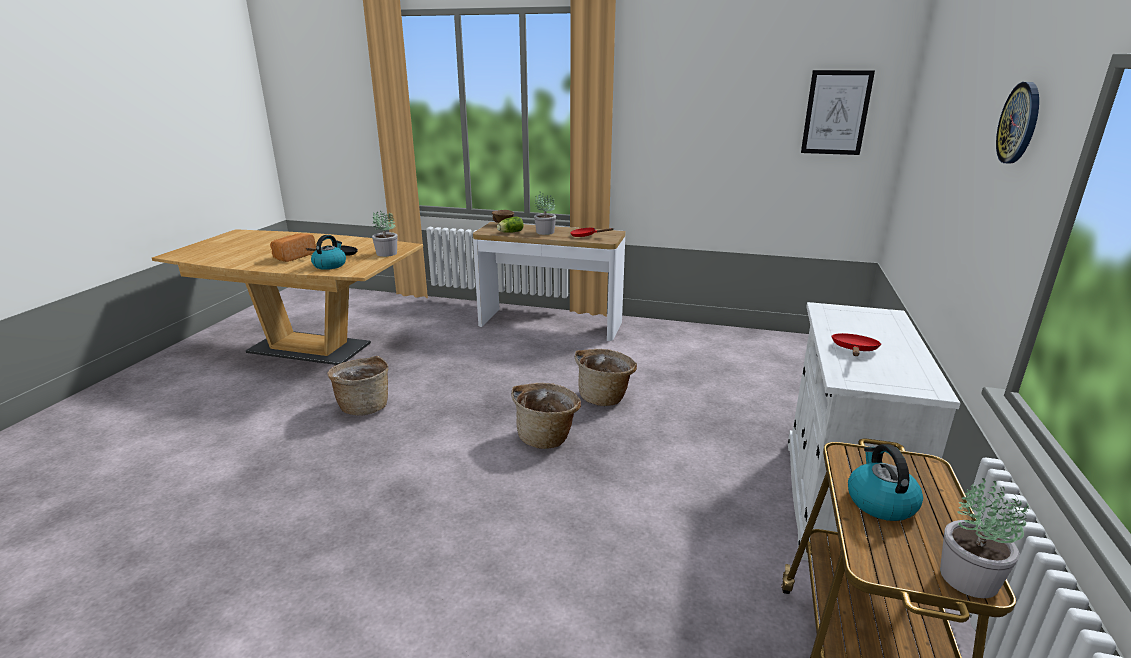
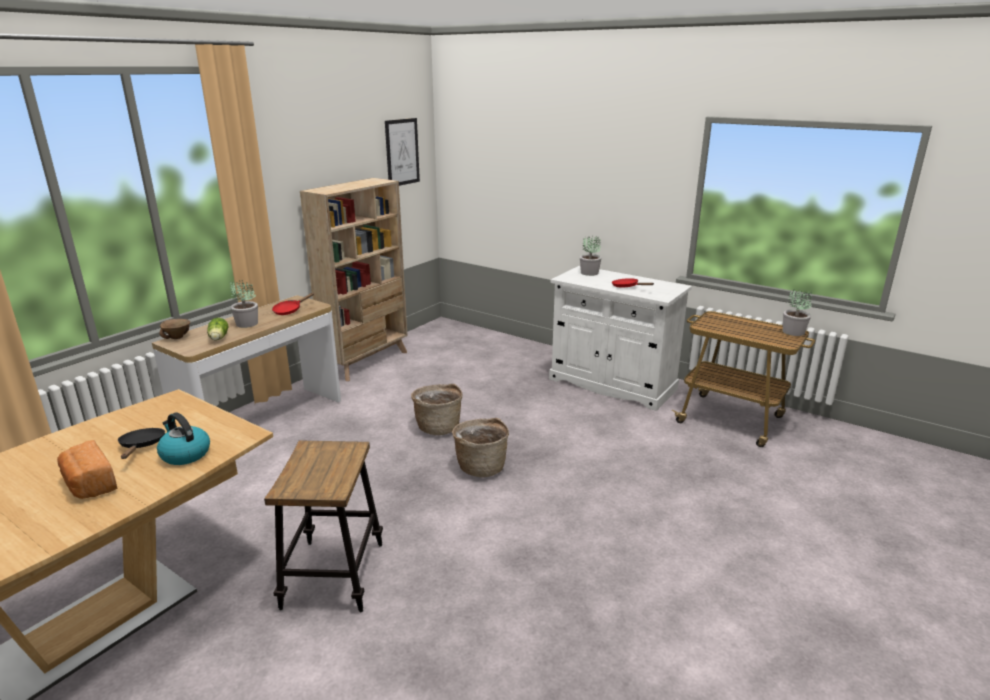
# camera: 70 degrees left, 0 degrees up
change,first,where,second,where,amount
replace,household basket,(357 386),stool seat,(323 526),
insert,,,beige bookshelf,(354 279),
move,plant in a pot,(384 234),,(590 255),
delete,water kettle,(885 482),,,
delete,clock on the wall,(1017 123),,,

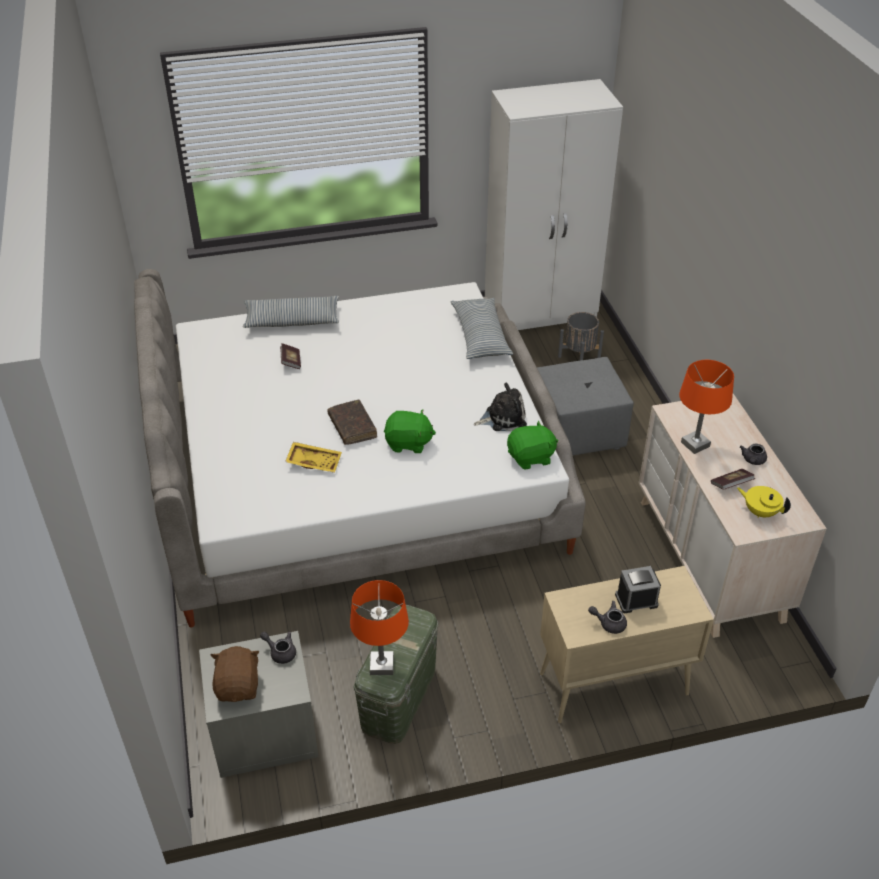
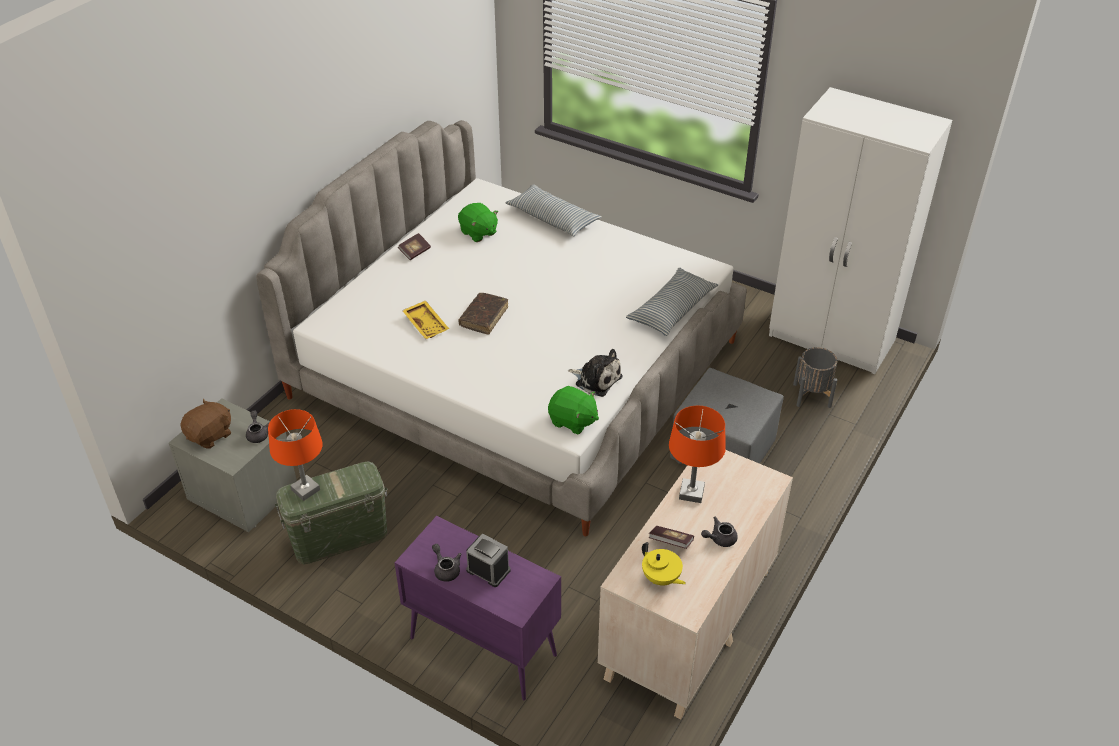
# camera: 45 degrees right, 0 degrees up
change,first,where,second,where,amount
recolor,beige cabinet,(627 644),purple-coloured cabinet,(477 608),
move,volume,(290 356),,(414 246),
move,greenish cuddly toy,(410 431),,(478 222),
rotate,yellow-coloured tea pot,(764 502),,(664 564),150 degrees clockwise

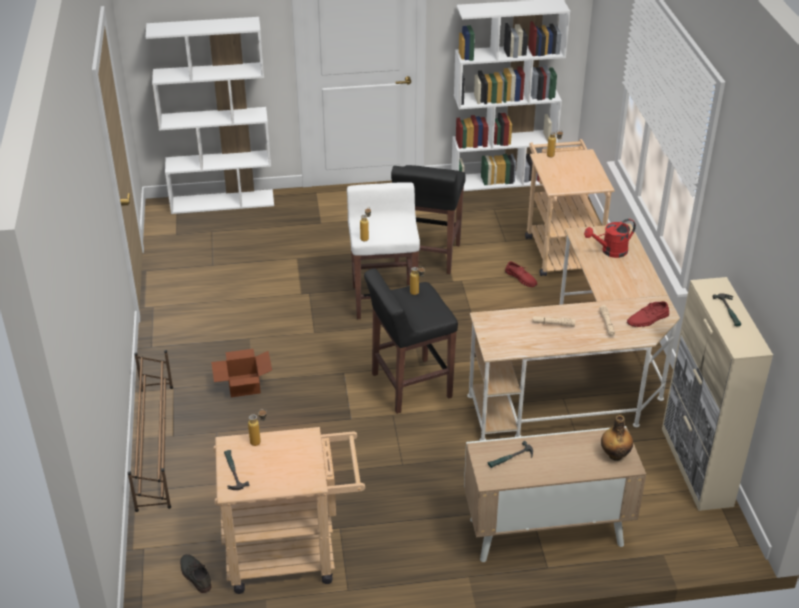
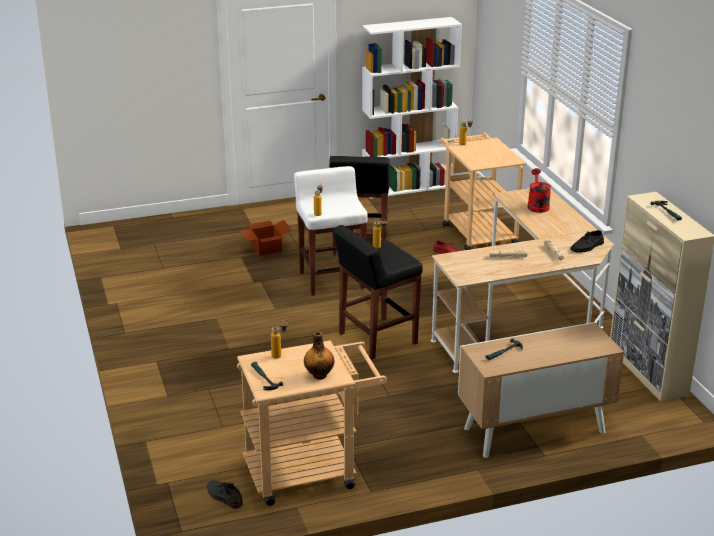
# camera: 10 degrees left, 10 degrees down
change,first,where,second,where,amount
move,cardboard box,(241 373),,(266 238),
move,beverage bottle,(617 438),,(319 355),
rotate,red-coloured watering can,(610 238),,(539 190),120 degrees clockwise
recolor,red-coloured shoe,(648 314),black-coloured shoe,(587 241),
delete,brown shoe rack,(150 431),,,
delete,whitish bookshelf,(210 115),,,

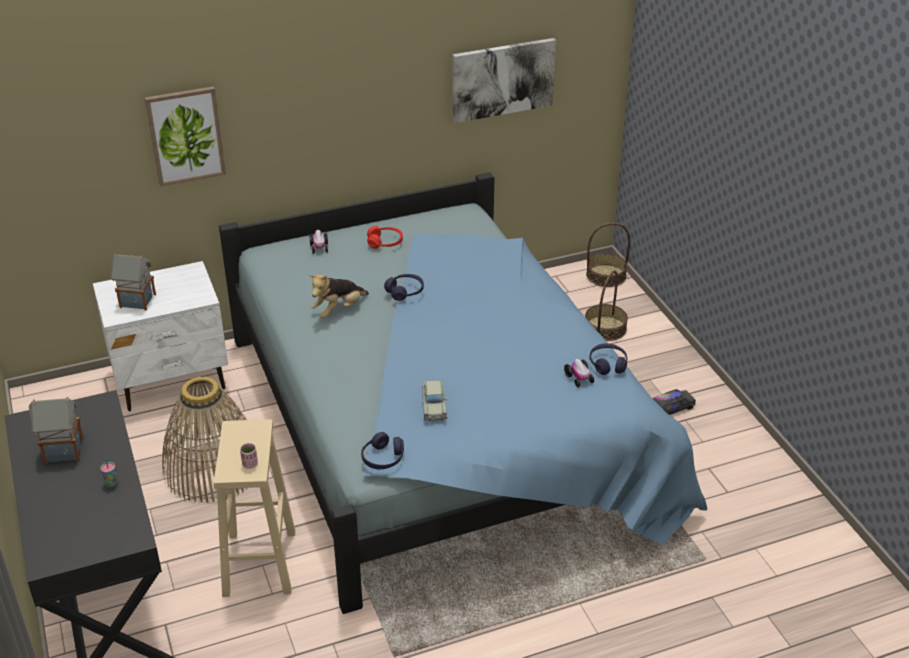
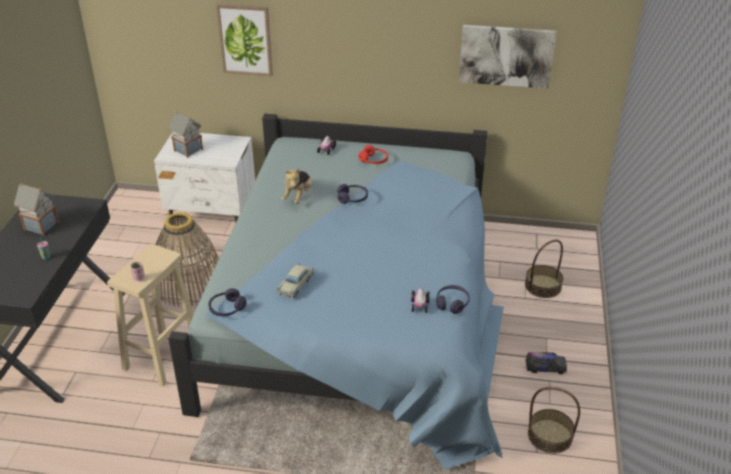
# camera: 30 degrees right, 0 degrees up
change,first,where,second,where,amount
rotate,cuddly toy,(339 296),,(296 186),60 degrees counterclockwise
move,household basket,(608 255),,(554 420),

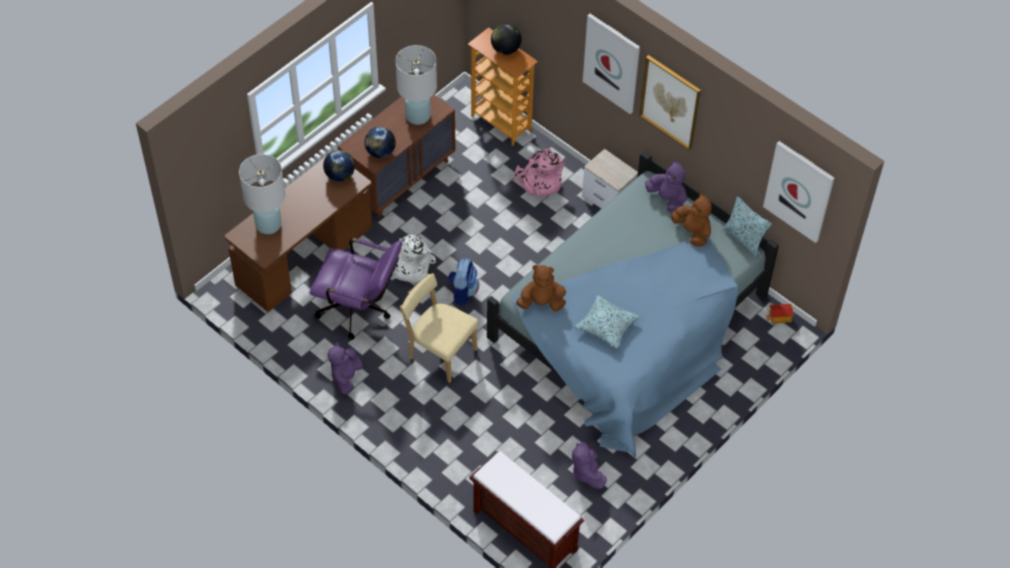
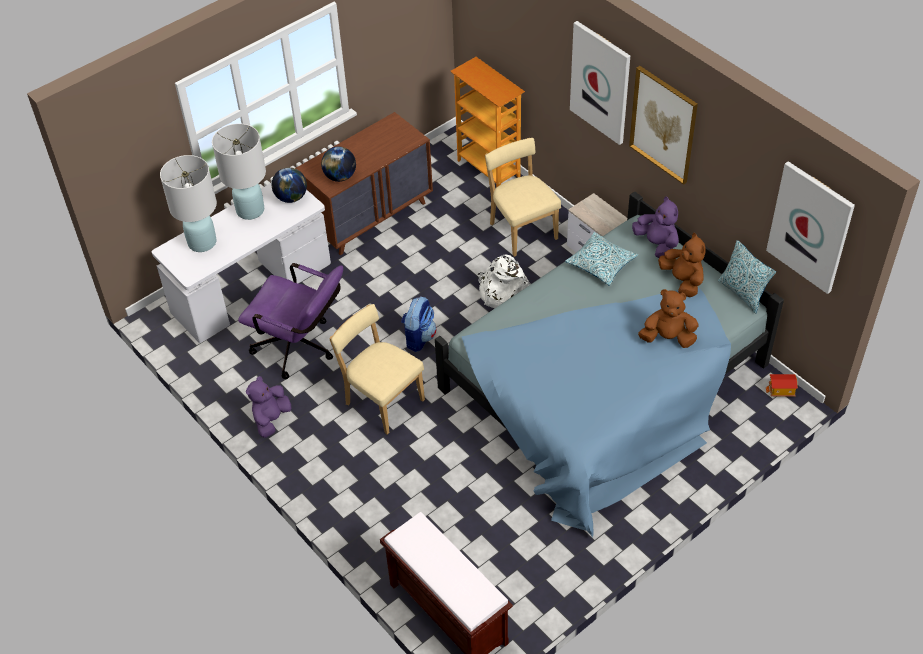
# camera: 10 degrees right, 5 degrees down
change,first,where,second,where,amount
recolor,brown desk table,(298 234),whitish desk table,(241 263),
move,whitish table lamp,(416 85),,(239 171),
move,whitish knapsack,(414 258),,(504 281),
replace,pink knapsack,(539 173),beige chair,(523 197),
move,throw pillow,(607 322),,(601 259),
move,brown cuddly toy,(541 288),,(668 318),
delete,desk globe,(506 39),,,
delete,purple-coloured cuddly toy,(589 465),,,

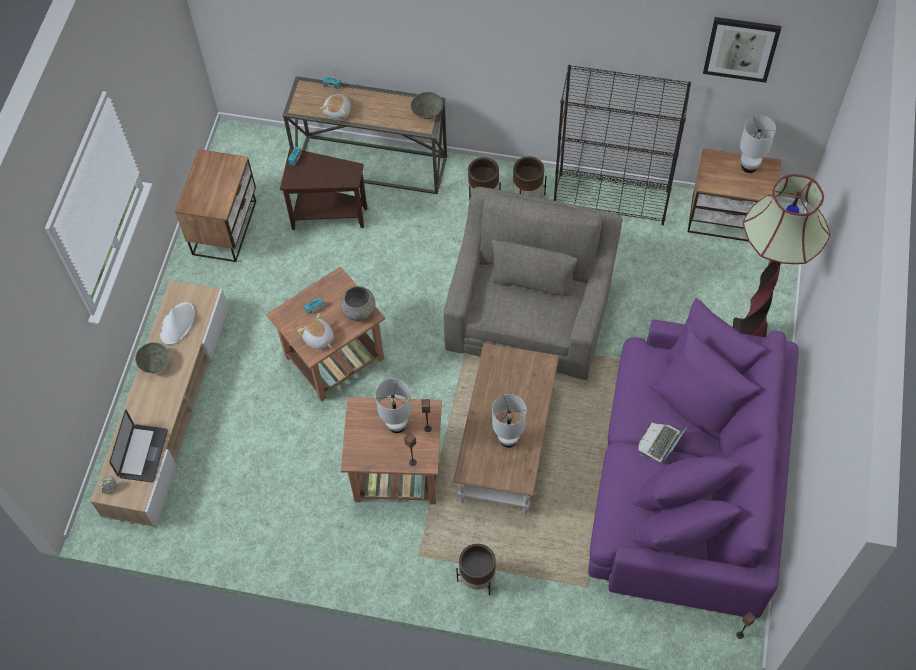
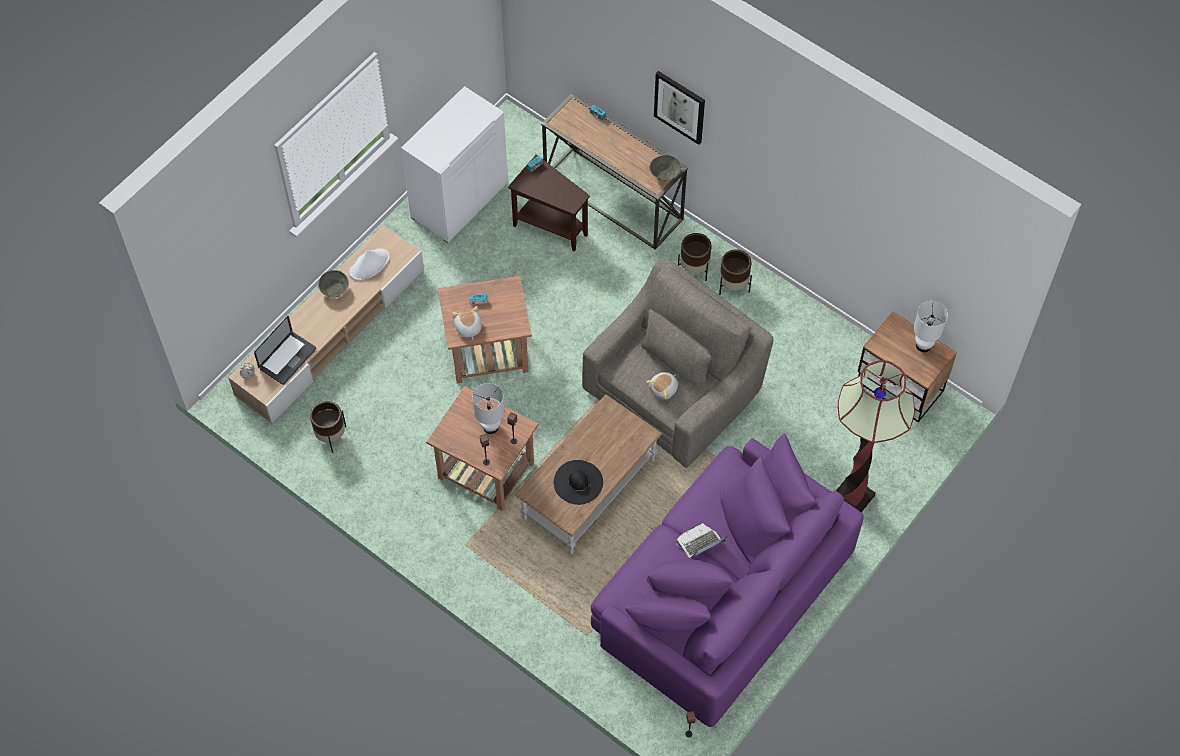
# camera: 25 degrees right, 0 degrees up
change,first,where,second,where,amount
move,brown planter,(476 570),,(328 427),
replace,night table,(215 205),whitish cabinet,(454 164),
replace,whitish table lamp,(509 421),black-coloured hat,(578 482),
move,cuddly toy,(335 107),,(662 386),
move,wall picture,(742 50),,(679 108),
delete,gray deep dish,(358 303),,,
delete,black-coloured bookshelf,(622 145),,,

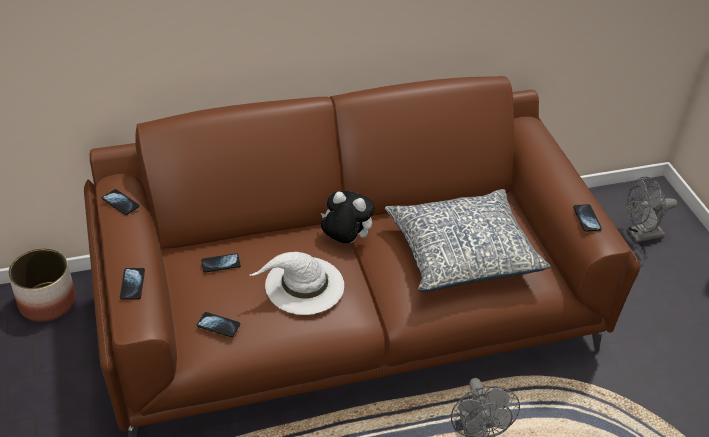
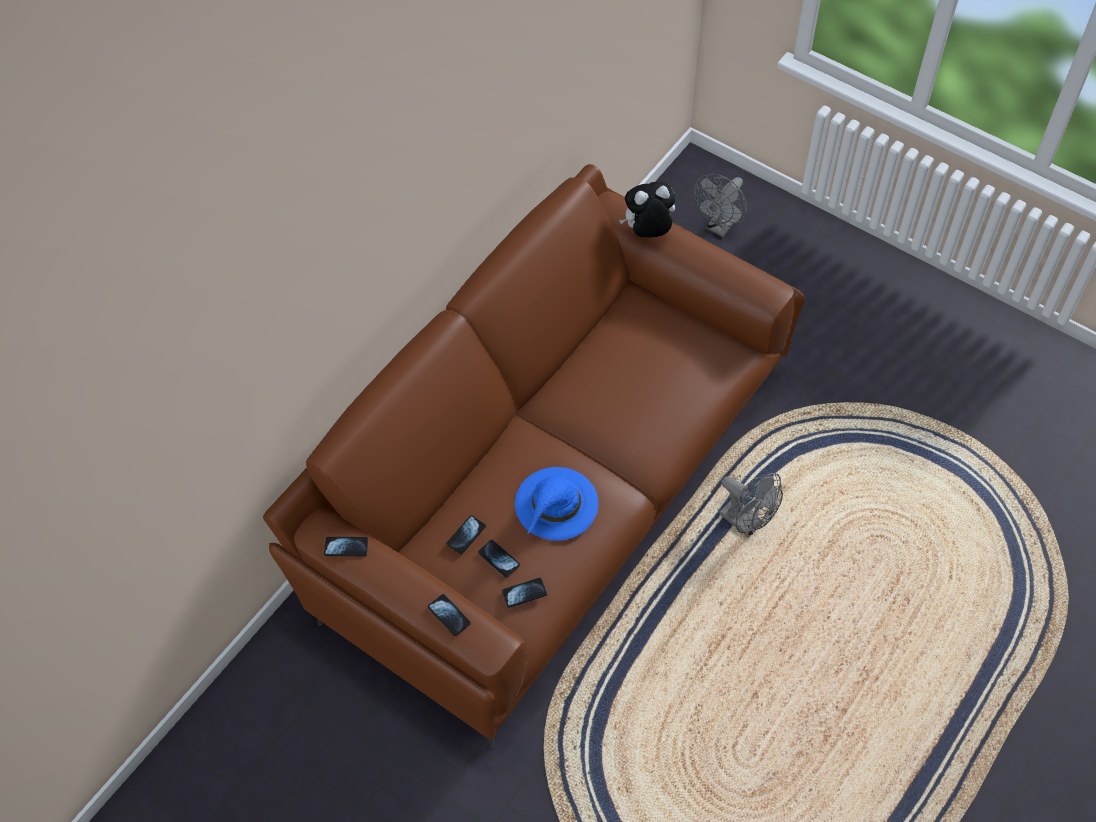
# camera: 35 degrees left, 15 degrees up
change,first,where,second,where,amount
move,telephone,(587 218),,(499 558),
recolor,whitish hat,(297 283),bluish hat,(556 504),
move,cuddly toy,(348 217),,(647 210),
delete,planter,(42 285),,,
delete,throw pillow,(468 240),,,

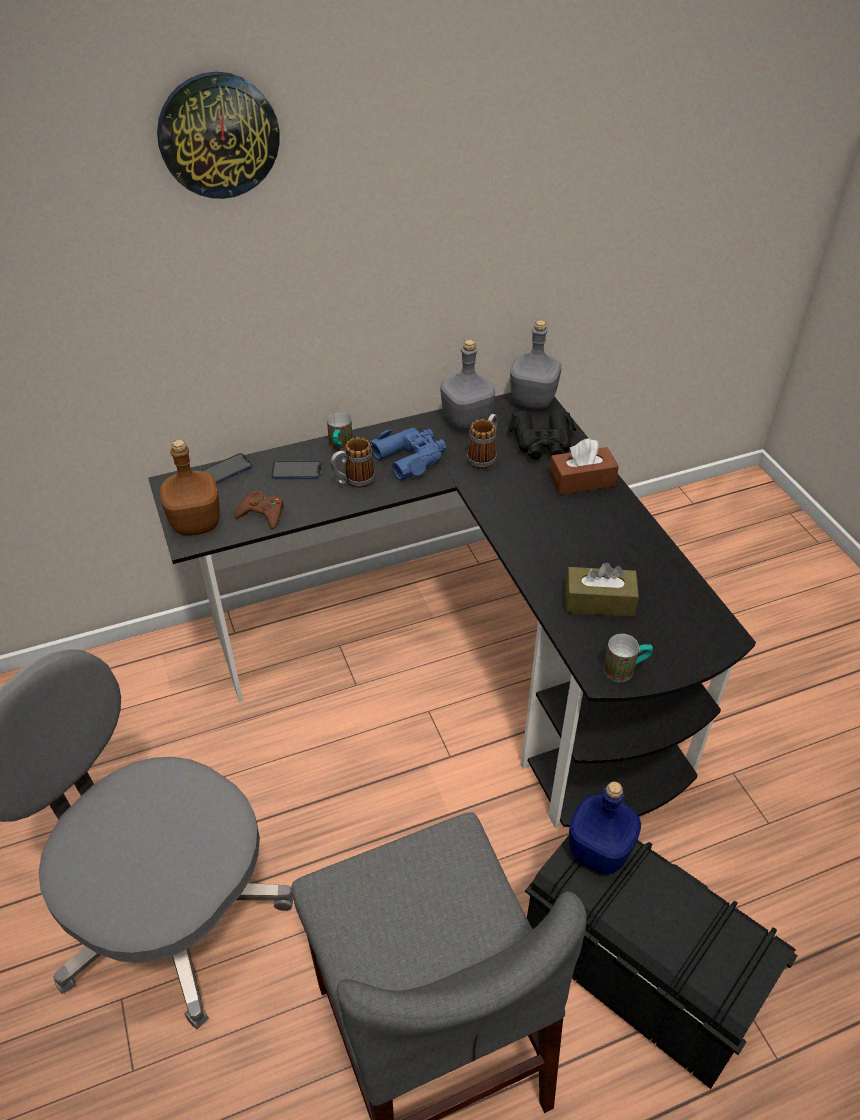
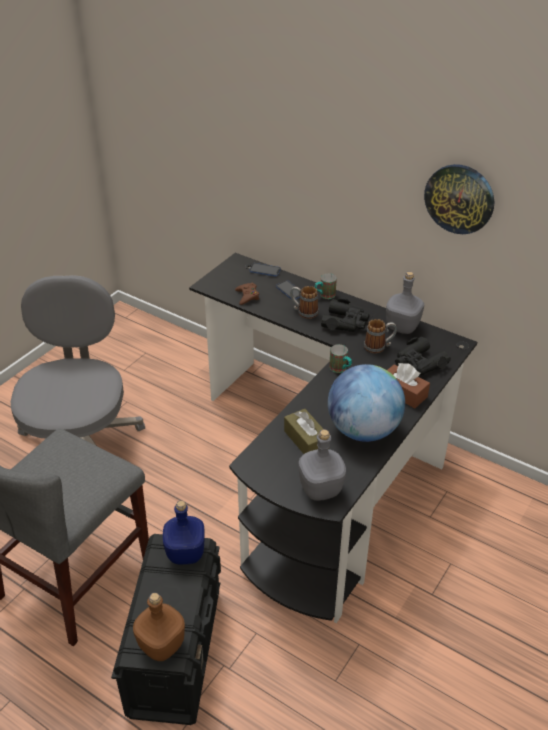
# camera: 55 degrees right, 5 degrees down
change,first,where,second,where,amount
move,brown beverage bottle,(190 488),,(159 627),
move,gray beverage bottle,(536 364),,(322 465),
recolor,bluish pair of binoculars,(408 454),black-coloured pair of binoculars,(345 315),
insert,,,desk globe,(366 403),
move,tea mug,(628 658),,(340 358),
move,clock on the wall,(218 135),,(459 199),

